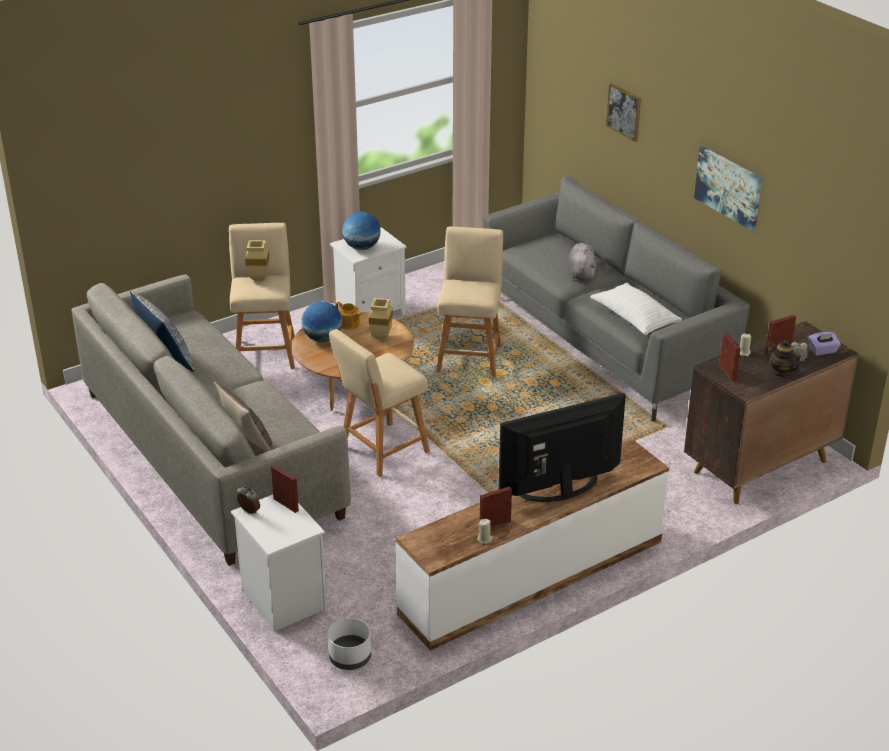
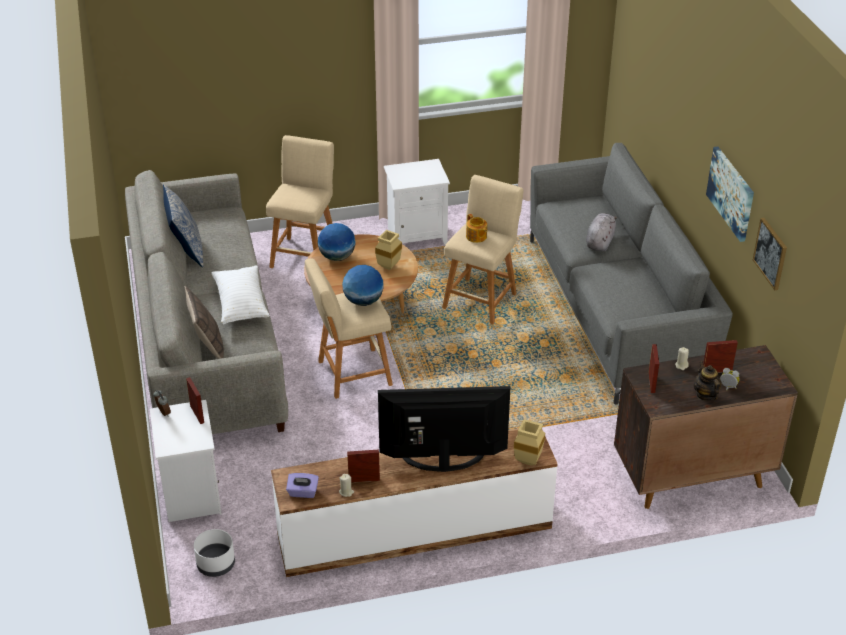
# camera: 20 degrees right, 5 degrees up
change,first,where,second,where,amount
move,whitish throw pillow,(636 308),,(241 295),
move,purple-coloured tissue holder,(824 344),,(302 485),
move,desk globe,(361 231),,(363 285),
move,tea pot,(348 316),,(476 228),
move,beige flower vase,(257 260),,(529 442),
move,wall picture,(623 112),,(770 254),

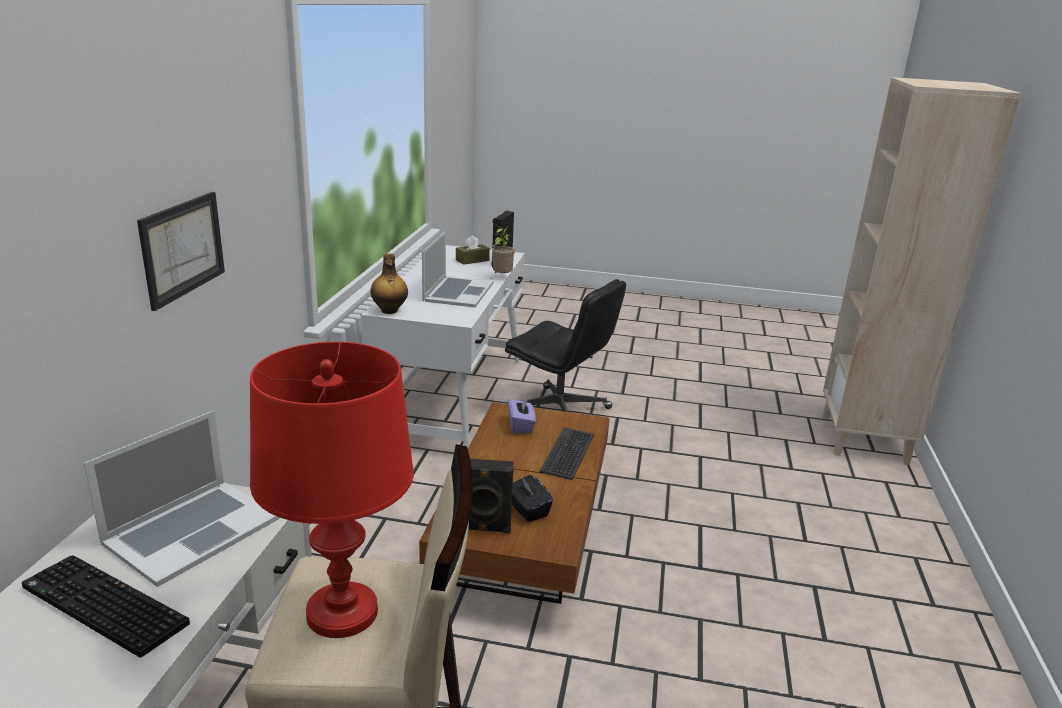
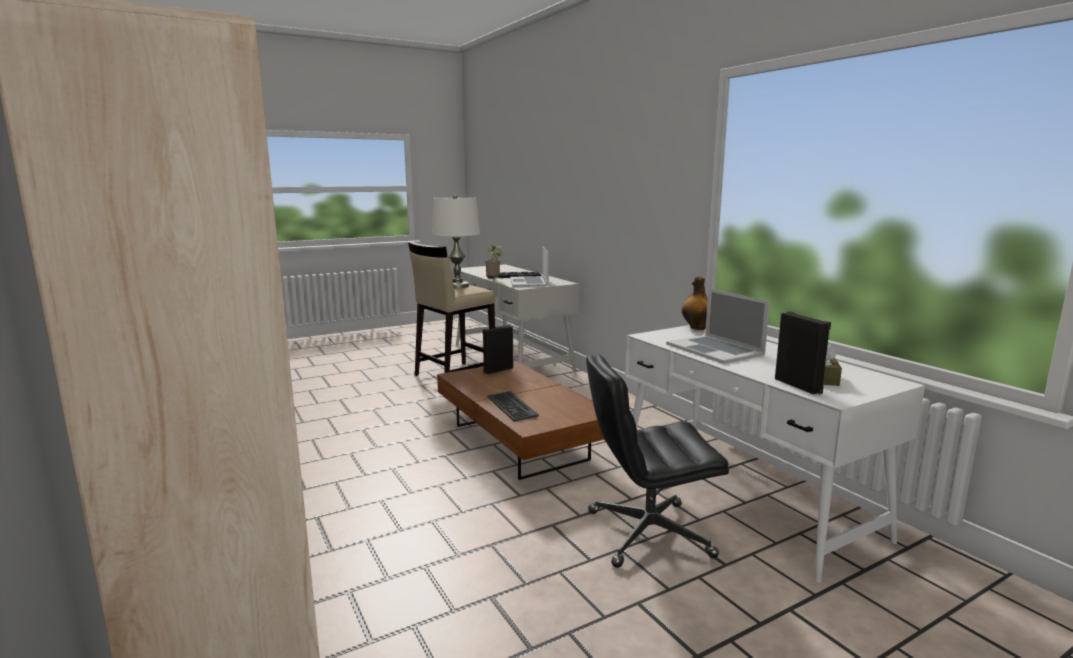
# camera: 140 degrees right, 10 degrees down
change,first,where,second,where,amount
recolor,red-coloured table lamp,(332 490),whitish table lamp,(456 241),
move,plant in a pot,(503 249),,(494 262),
delete,wall picture,(181 251),,,
delete,purple-coloured tissue holder,(522 415),,,
delete,black-coloured tissue holder,(532 498),,,

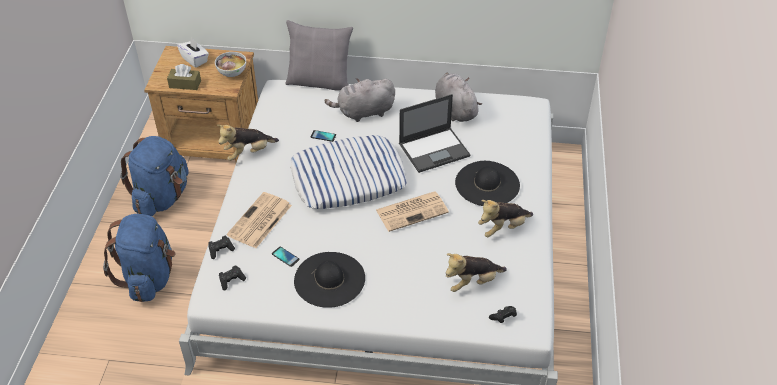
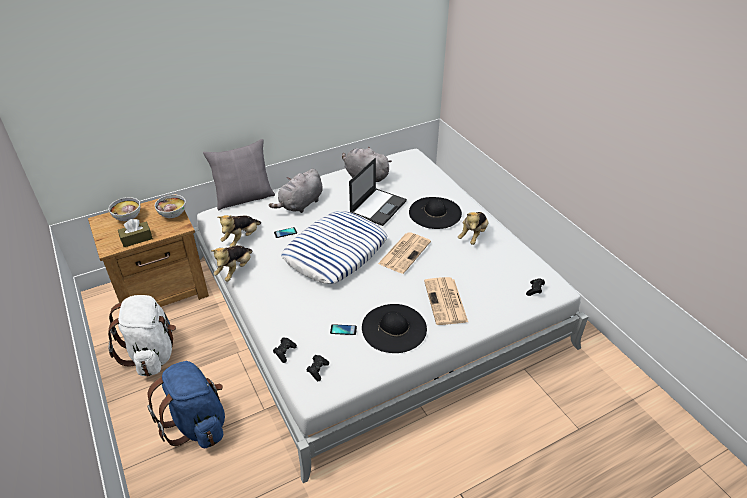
# camera: 35 degrees left, 5 degrees down
change,first,where,second,where,amount
recolor,bluish knapsack,(154 176),whitish knapsack,(142 335),
replace,whitish tissue holder,(193 53),deep dish,(125 209),
move,cuddly toy,(476 272),,(239 231),
move,newspaper,(259 220),,(446 301),

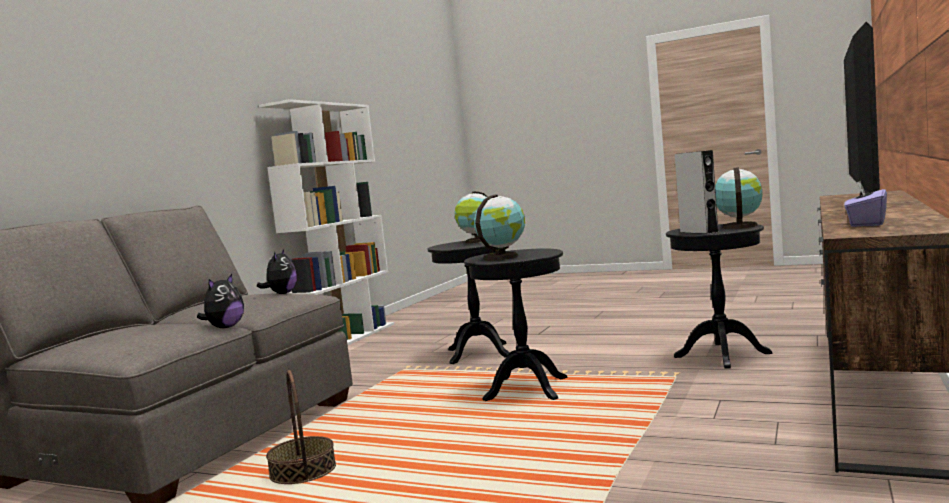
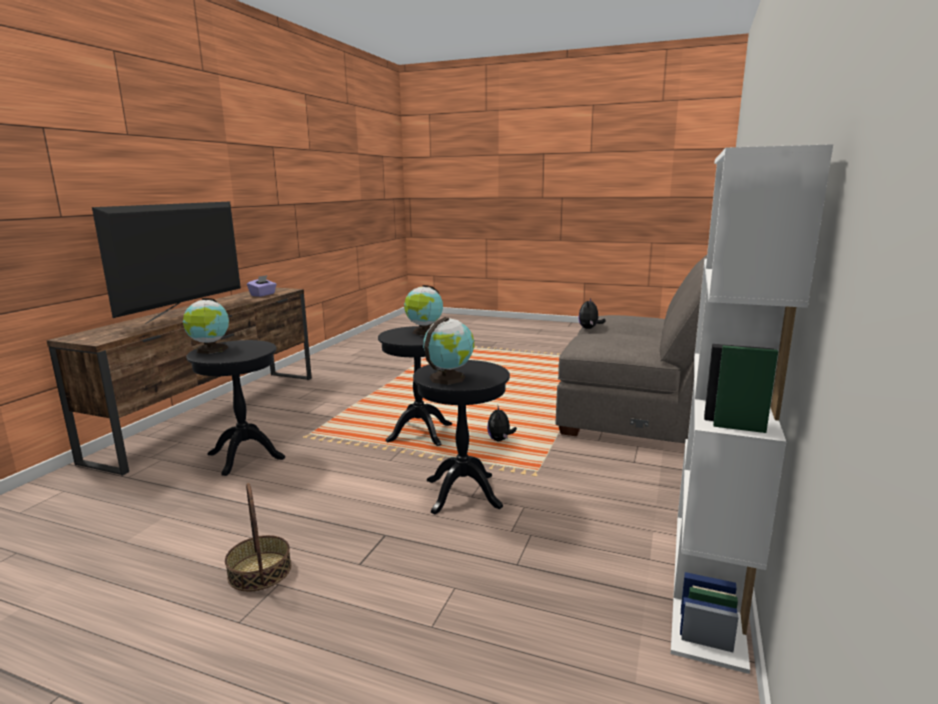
# camera: 175 degrees right, 10 degrees up
change,first,where,second,where,amount
move,household basket,(301 427),,(258 537),
move,cuddly toy,(277 271),,(502 422),
delete,gray loudspeaker,(696 192),,,

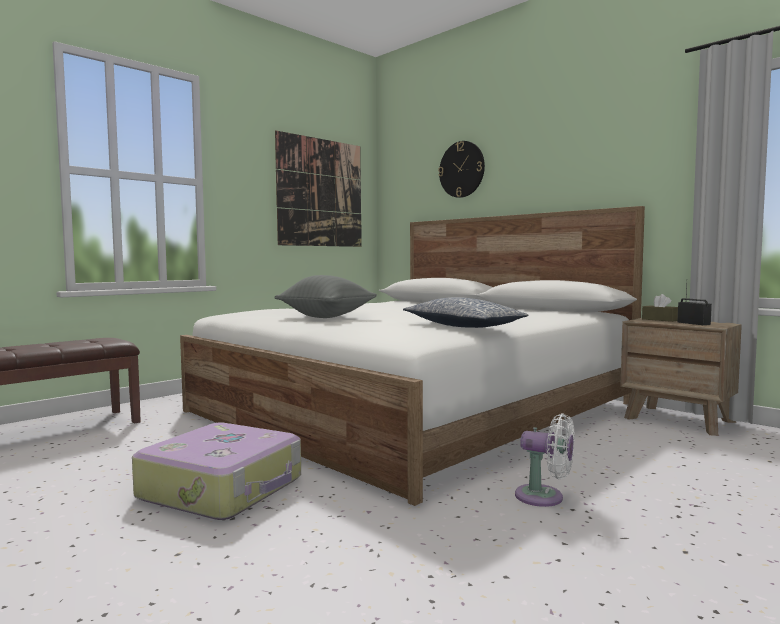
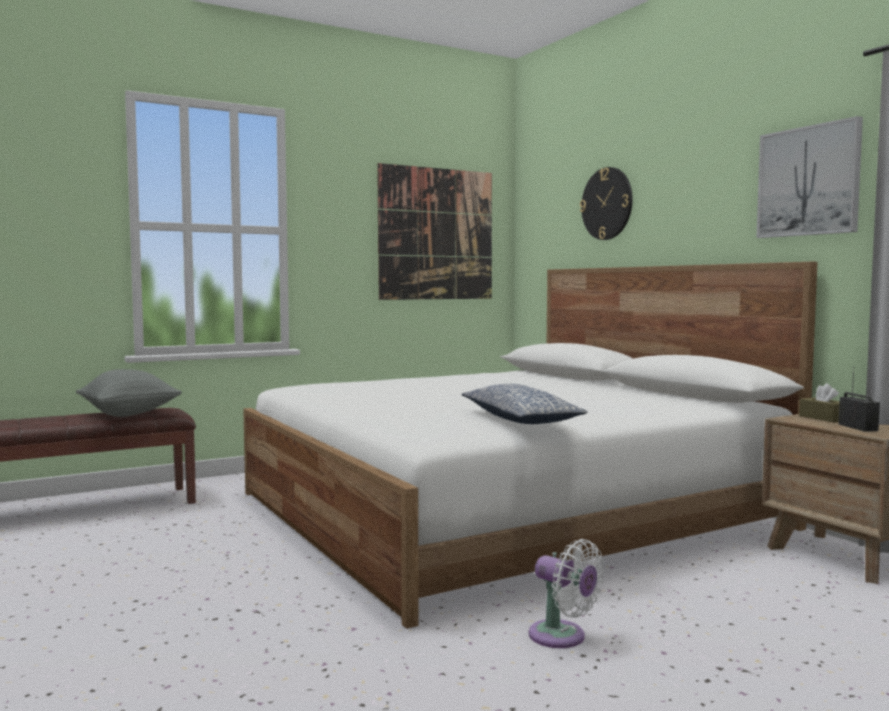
# camera: 15 degrees right, 0 degrees up
change,first,where,second,where,amount
move,gray throw pillow,(325 296),,(129 393),
insert,,,wall picture,(809 177),
delete,piece of luggage,(216 471),,,

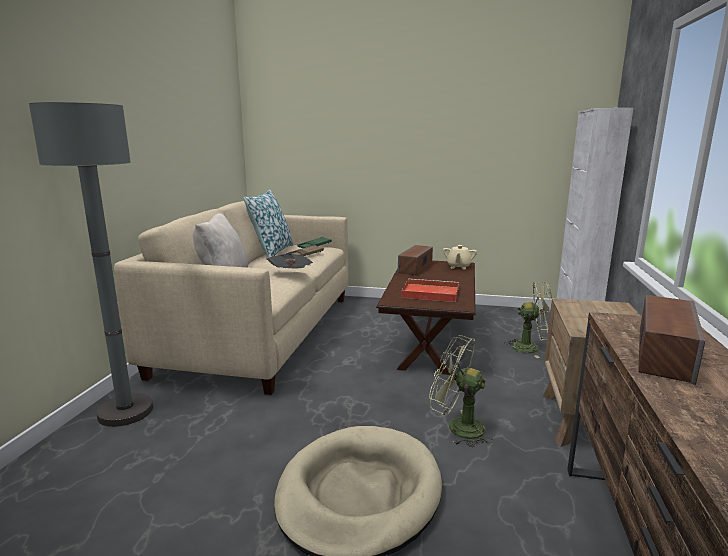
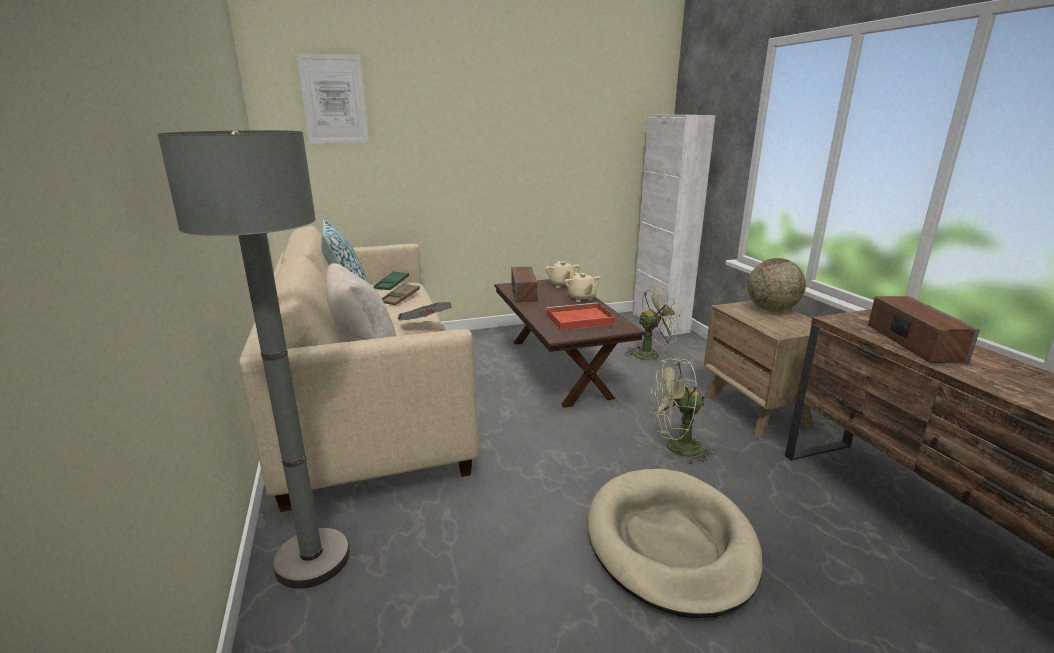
# camera: 30 degrees left, 5 degrees up
change,first,where,second,where,amount
insert,,,wall picture,(333 98),
insert,,,beige tea pot,(582 287),
insert,,,desk globe,(776 285),

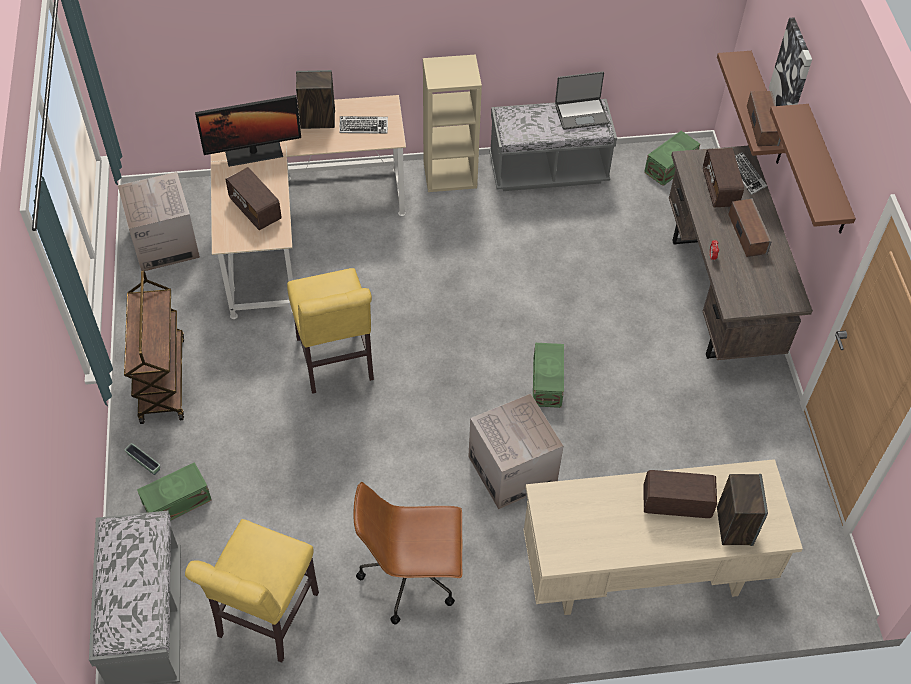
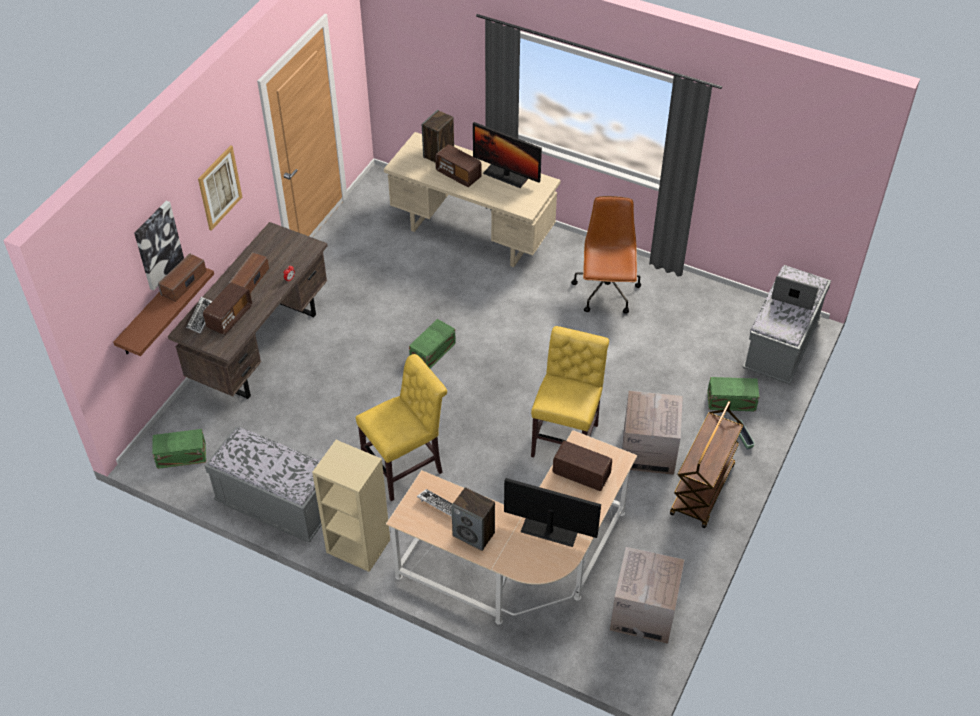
# camera: 145 degrees left, 5 degrees down
change,first,where,second,where,amount
replace,brown bracket shelf,(813 169),wall picture,(220 188),
move,yellow-coloured chair,(252 591),,(401 427),
insert,,,monitor,(507 155),
rotate,radio set,(254 198),,(582 466),60 degrees counterclockwise
rotate,brown office chair,(407 553),,(606 254),120 degrees counterclockwise
move,cardboard box,(515 451),,(652 433),
move,notebook computer,(582 100),,(795 293),

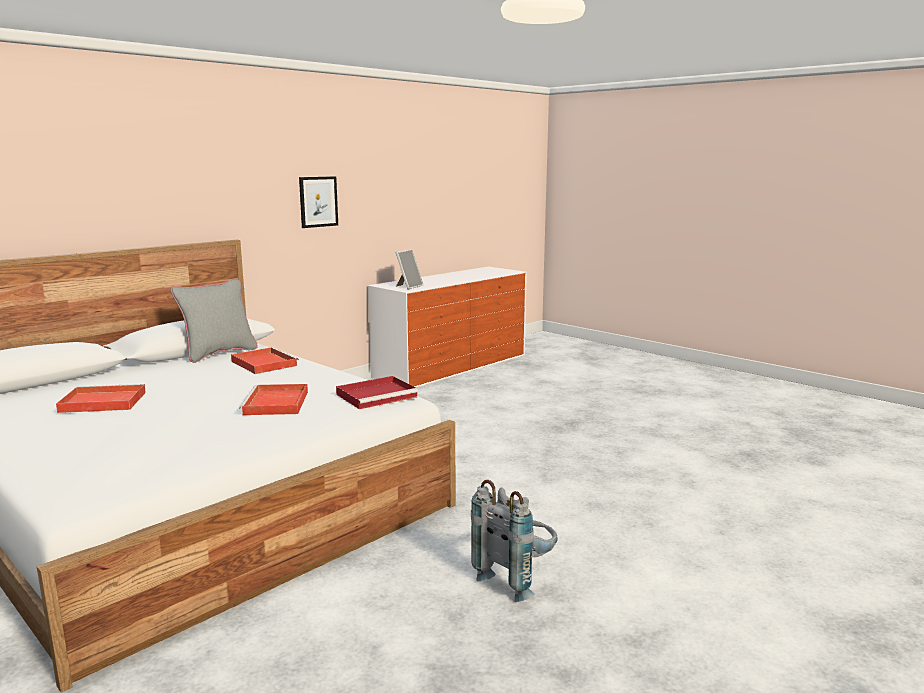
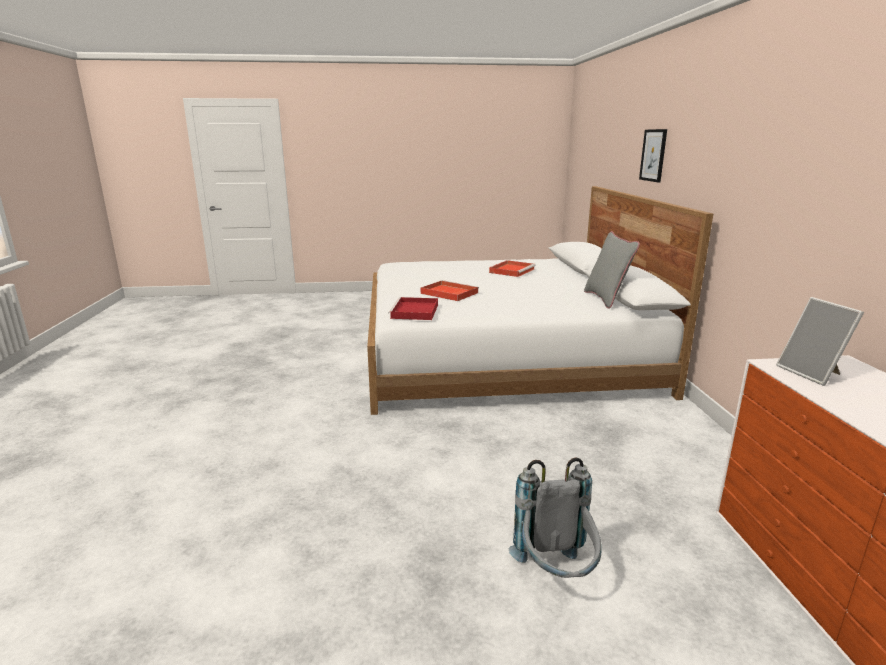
# camera: 130 degrees right, 5 degrees up
change,first,where,second,where,amount
move,gray knapsack,(514 541),,(555 517),
move,wall picture,(318 202),,(653 156),
delete,red-coloured serving tray,(265 360),,,

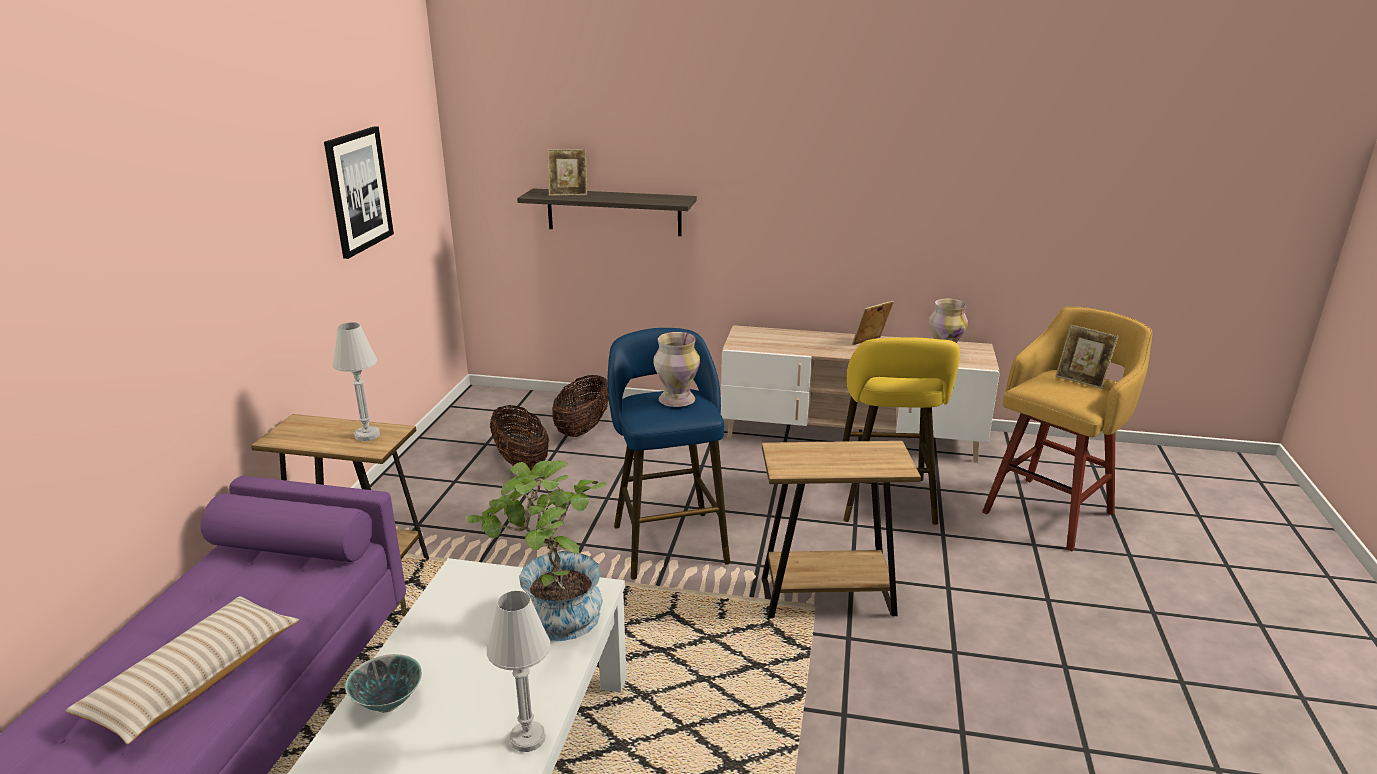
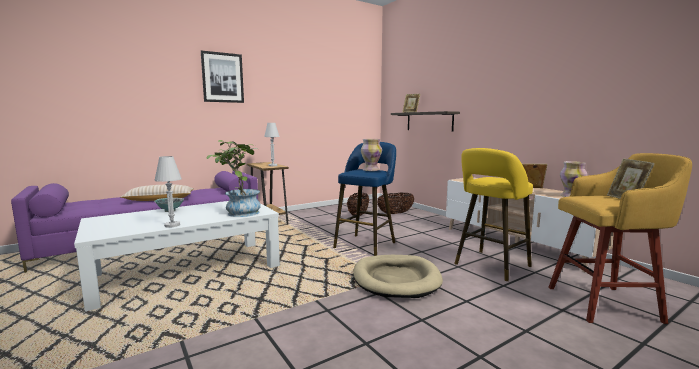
# camera: 45 degrees right, 15 degrees down
change,first,where,second,where,amount
move,wall picture,(359 192),,(222 76),
replace,brown side table,(841 529),beige pet bed,(398 276),

